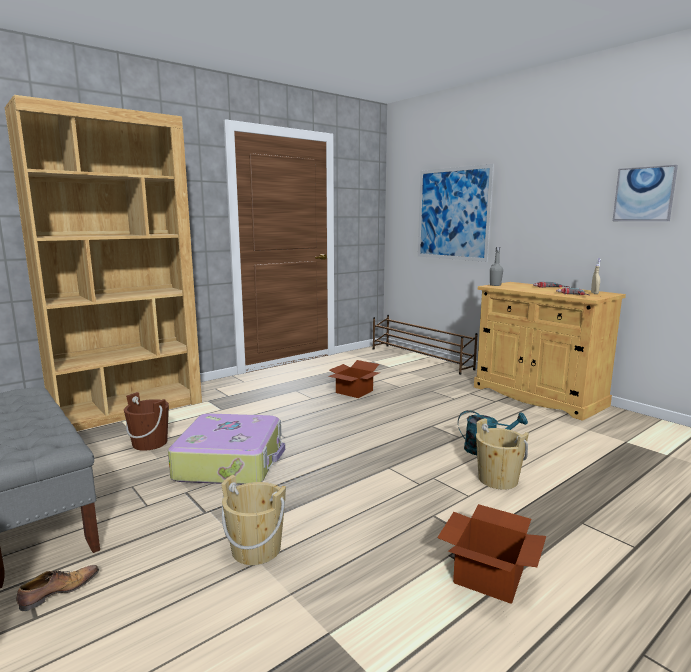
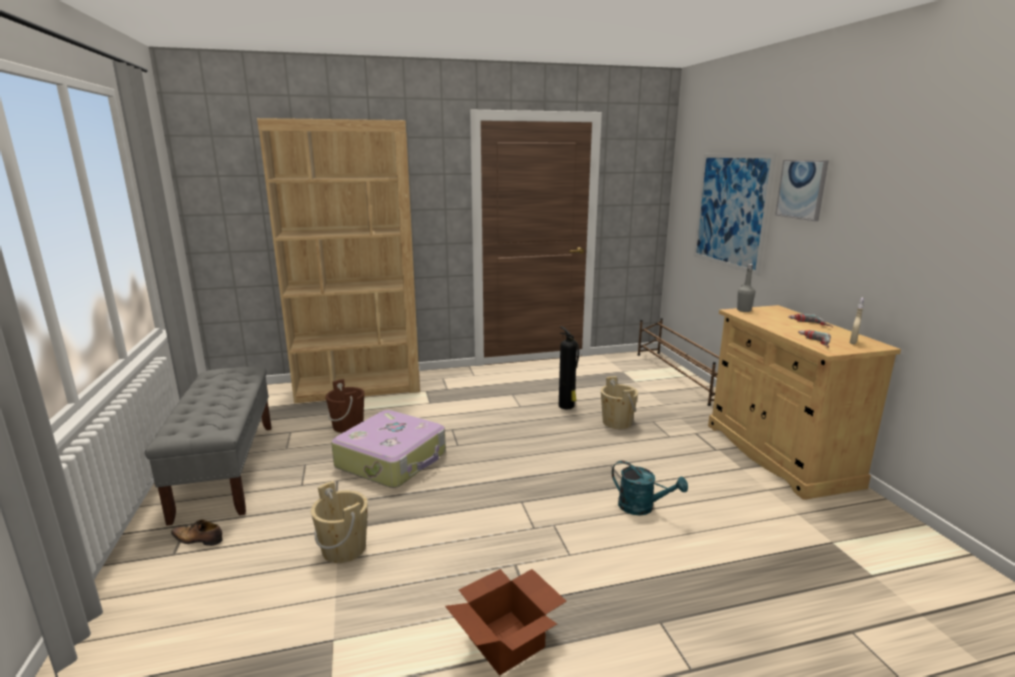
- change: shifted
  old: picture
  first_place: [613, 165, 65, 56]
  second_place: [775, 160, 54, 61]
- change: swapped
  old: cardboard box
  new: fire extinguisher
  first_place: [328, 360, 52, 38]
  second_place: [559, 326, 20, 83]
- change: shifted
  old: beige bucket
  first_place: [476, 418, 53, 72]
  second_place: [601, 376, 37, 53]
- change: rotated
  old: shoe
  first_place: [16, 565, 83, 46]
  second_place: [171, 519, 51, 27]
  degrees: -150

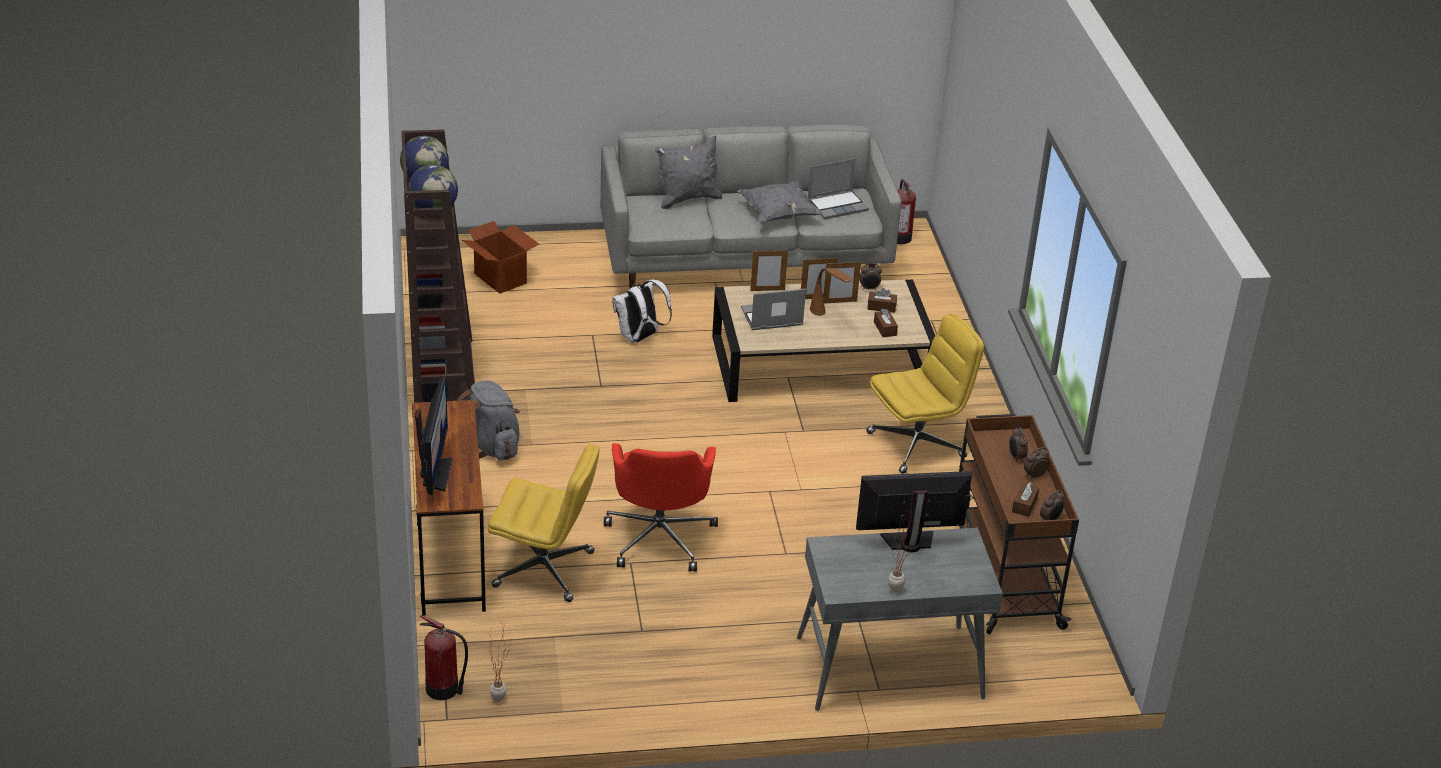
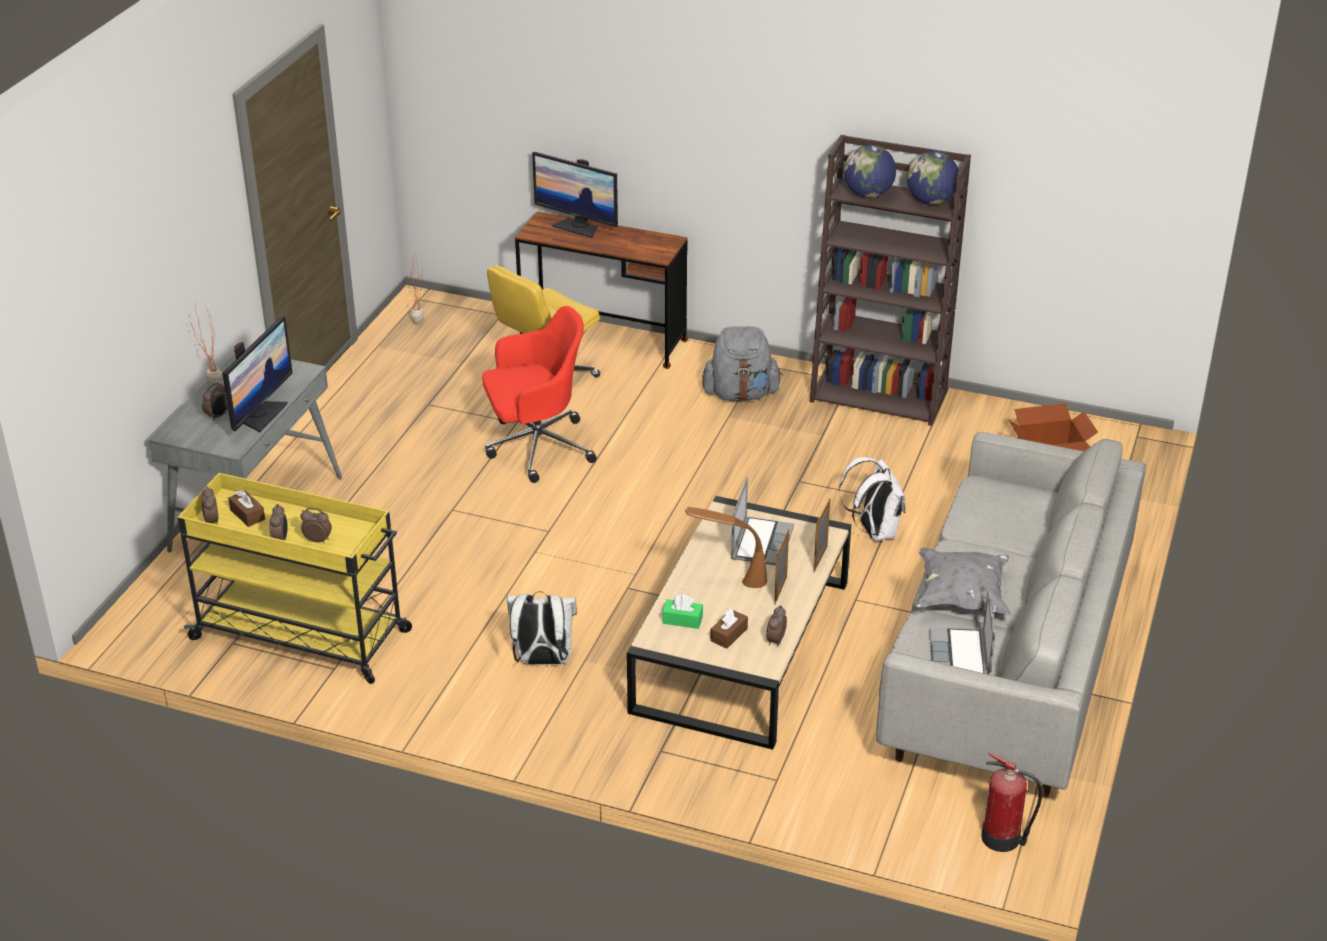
- change: gone
  old: grey pillow
  first_place: [655, 136, 68, 73]
- change: gone
  old: picture frame
  first_place: [823, 262, 38, 42]
- change: repainted
  old: brown tissue box
  new: green tissue box
  first_place: [874, 309, 24, 28]
  second_place: [662, 594, 41, 35]
- change: swapped
  old: yellow office chair
  new: white backpack
  first_place: [866, 314, 118, 160]
  second_place: [507, 591, 70, 74]
- change: repainted
  old: brown cart
  new: yellow cart
  first_place: [959, 414, 120, 221]
  second_place: [178, 473, 234, 211]
- change: rotated
  old: red office chair
  first_place: [604, 443, 114, 129]
  second_place: [482, 306, 115, 177]
  degrees: 135
- change: gone
  old: fire extinguisher
  first_place: [420, 615, 48, 85]
- change: new
  new: alarm clock
  second_place: [202, 383, 25, 38]

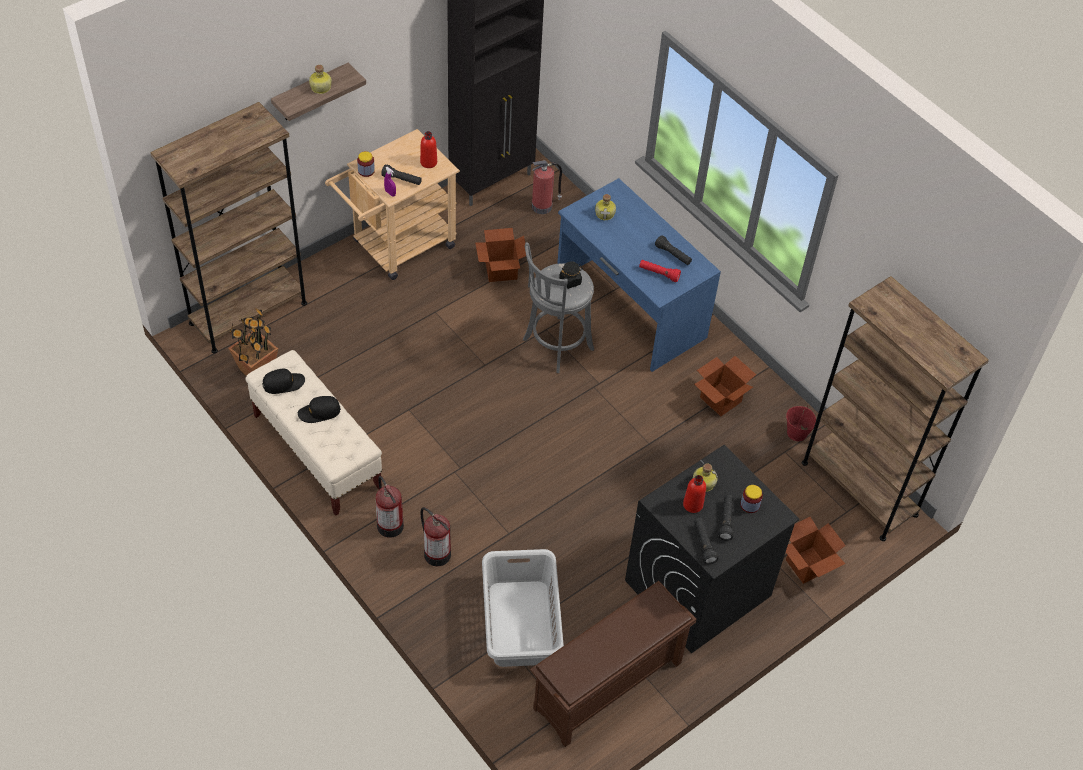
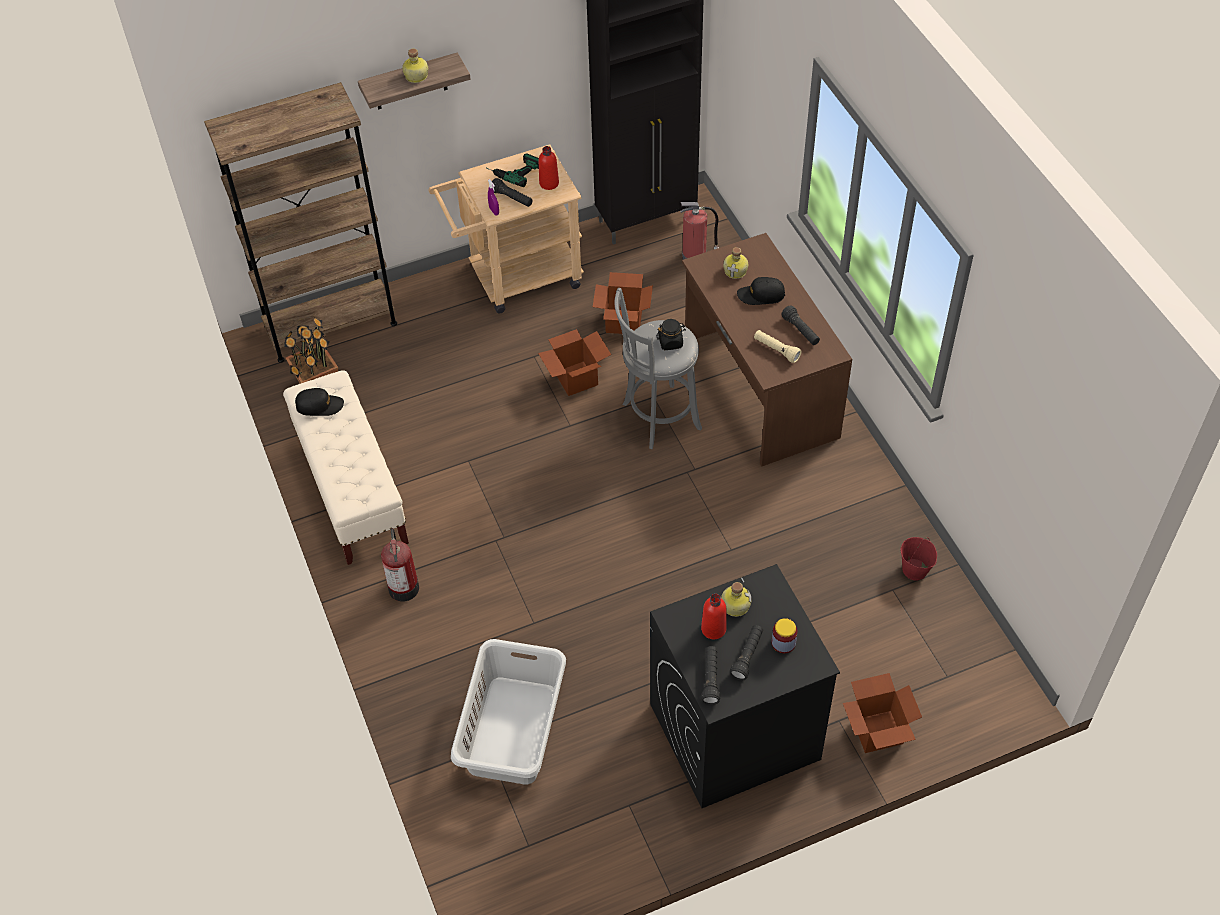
- change: gone
  old: jar
  first_place: [357, 151, 18, 26]
- change: repainted
  old: blue desk
  new: brown desk
  first_place: [557, 178, 164, 194]
  second_place: [682, 233, 170, 233]
- change: repainted
  old: red flashlight
  new: beige flashlight
  first_place: [639, 260, 42, 22]
  second_place: [754, 330, 47, 33]
- change: gone
  old: brown bookcase
  first_place: [802, 276, 187, 265]
- change: shifted
  old: cardboard box
  first_place: [694, 356, 62, 60]
  second_place: [538, 329, 73, 67]
- change: shifted
  old: black cap
  first_place: [298, 396, 43, 27]
  second_place: [737, 277, 48, 28]
- change: gone
  old: fire extinguisher
  first_place: [421, 507, 30, 59]
- change: gone
  old: brown shoe rack
  first_place: [530, 581, 166, 166]
- change: new
  new: power drill
  second_place: [487, 153, 52, 34]

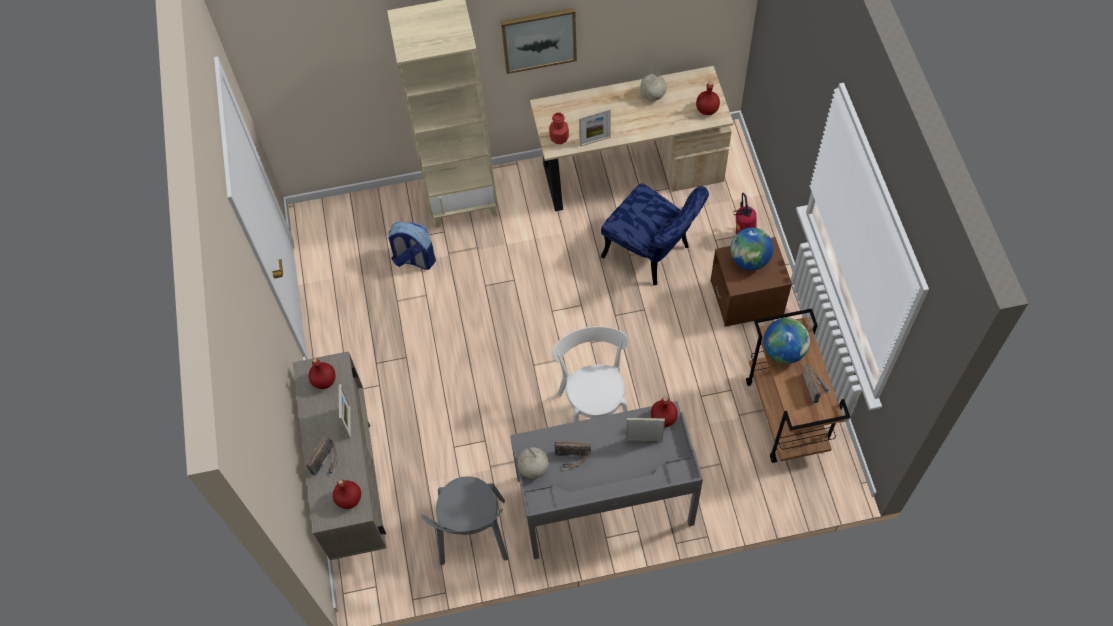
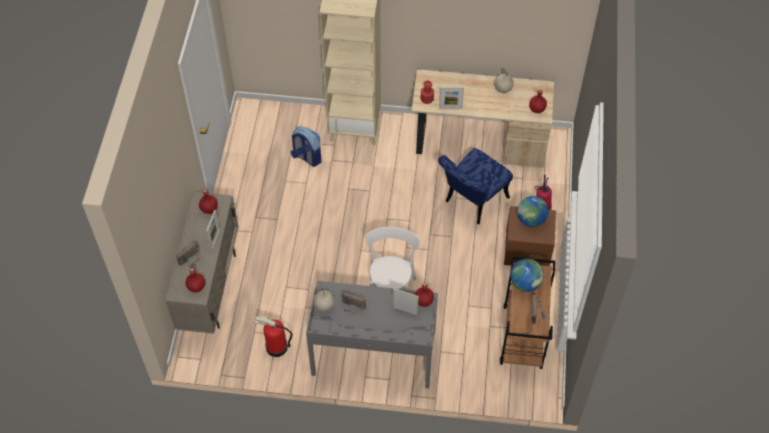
- change: gone
  old: picture
  first_place: [501, 7, 76, 67]
- change: rotated
  old: blue chair
  first_place: [601, 183, 108, 102]
  second_place: [438, 148, 75, 76]
  degrees: 75
- change: swapped
  old: grey chair
  new: fire extinguisher
  first_place: [421, 476, 87, 89]
  second_place: [254, 316, 38, 41]

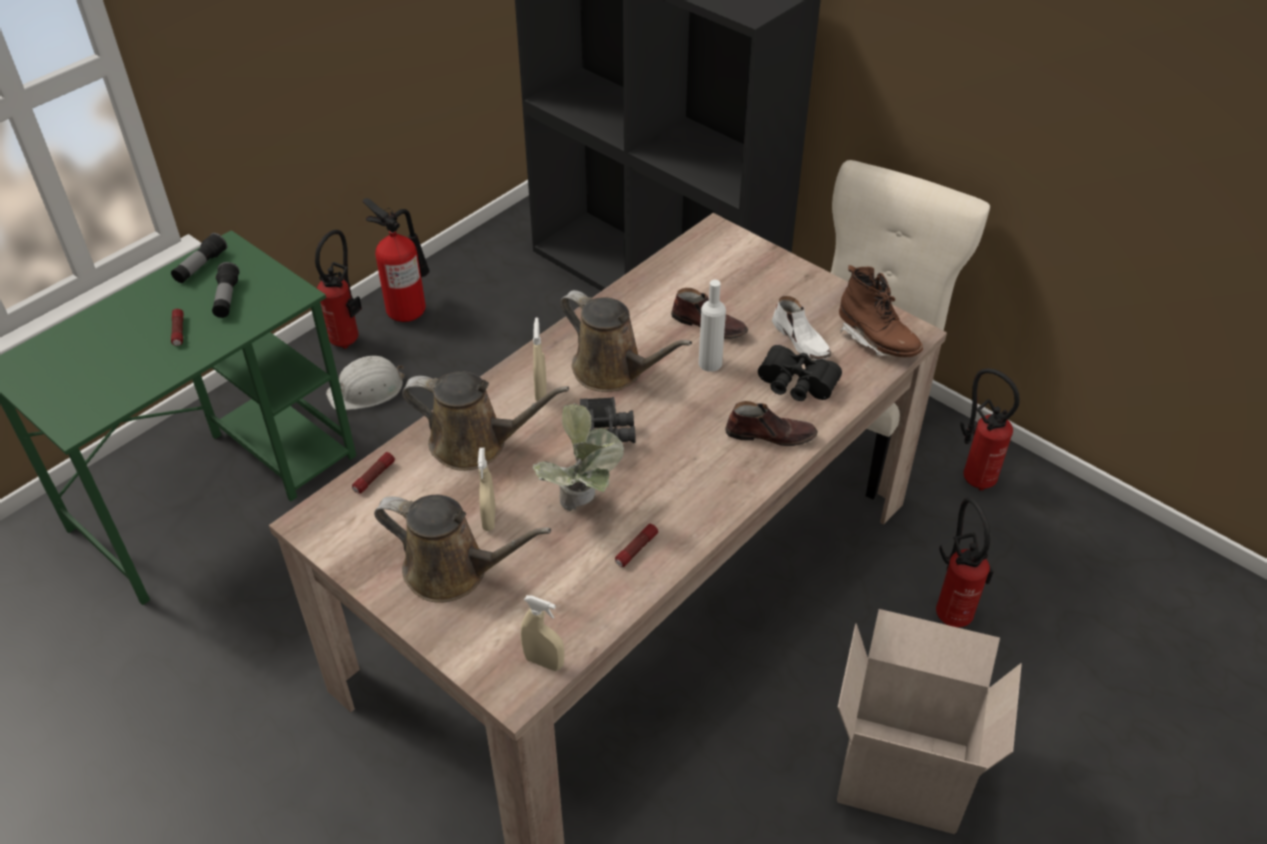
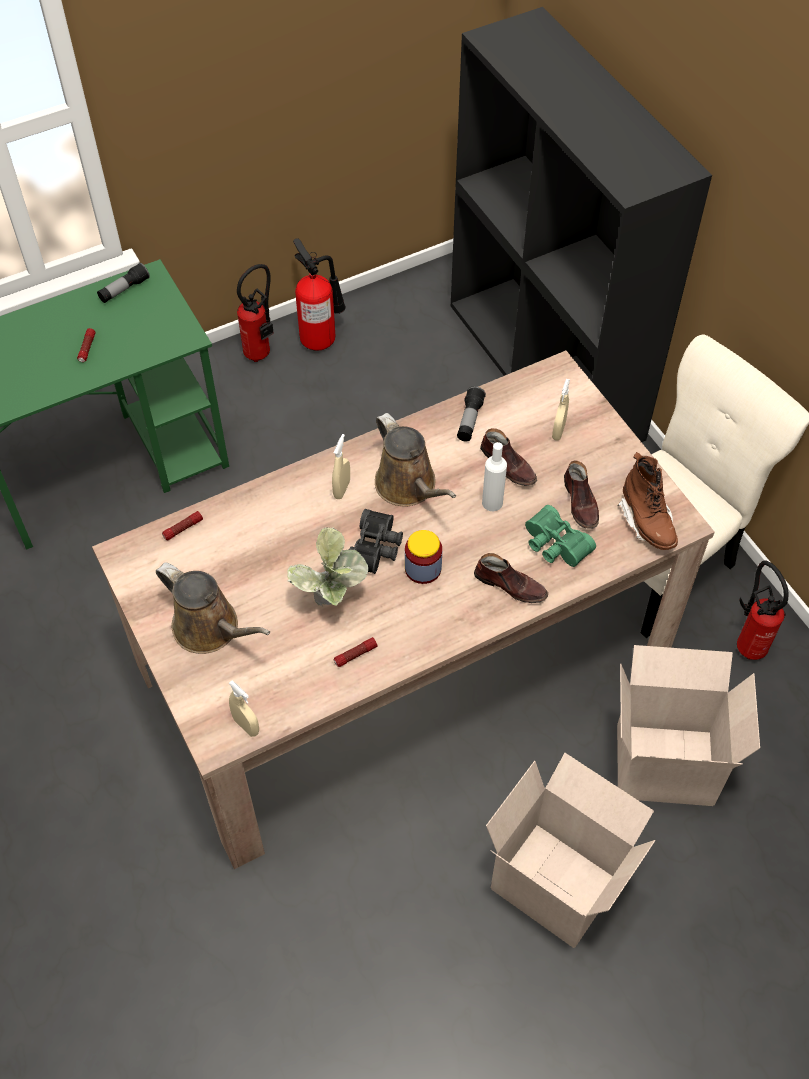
- change: shifted
  old: flashlight
  first_place: [212, 262, 28, 56]
  second_place: [457, 386, 29, 55]
- change: repainted
  old: white shoe
  new: brown shoe
  first_place: [772, 296, 59, 64]
  second_place: [564, 460, 35, 69]
- change: repainted
  old: black binoculars
  new: green binoculars
  first_place: [758, 345, 84, 56]
  second_place: [525, 505, 71, 62]
- change: gone
  old: white hard hat
  first_place: [326, 356, 79, 54]
- change: gone
  old: brown watering can
  first_place: [402, 371, 167, 100]
- change: shifted
  old: beige spray bottle
  first_place: [478, 448, 17, 83]
  second_place: [552, 379, 18, 62]
- change: swapped
  old: fire extinguisher
  new: cardboard box
  first_place: [936, 497, 57, 130]
  second_place: [617, 645, 143, 161]
- change: new
  new: jar
  second_place: [405, 530, 37, 54]

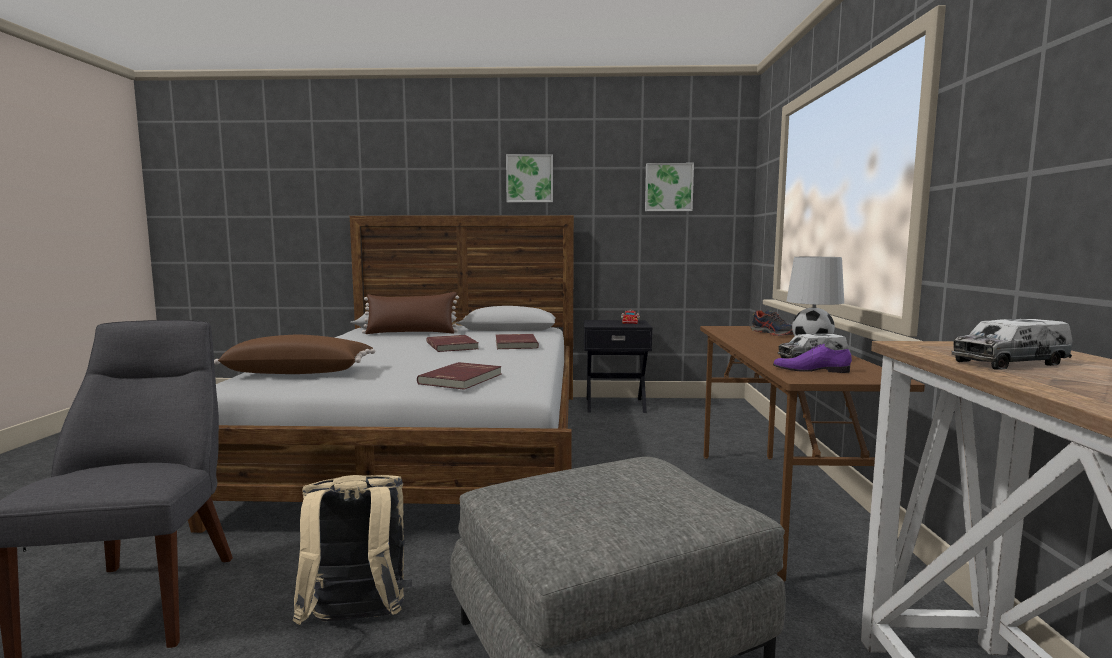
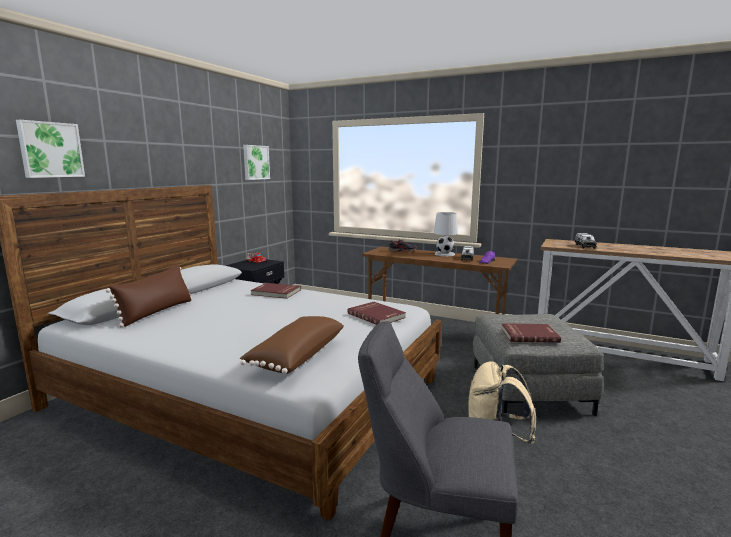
- change: shifted
  old: picture
  first_place: [506, 154, 47, 49]
  second_place: [16, 120, 69, 58]
- change: shifted
  old: red book
  first_place: [426, 335, 53, 17]
  second_place: [501, 323, 60, 20]

